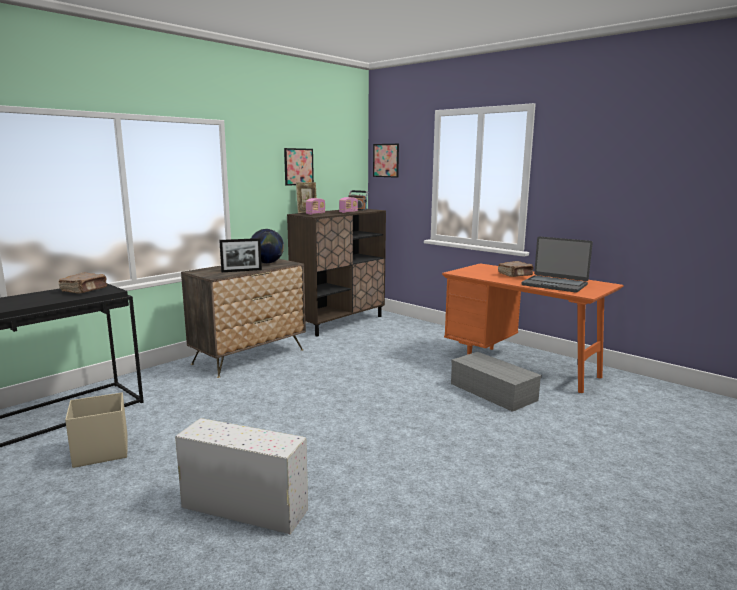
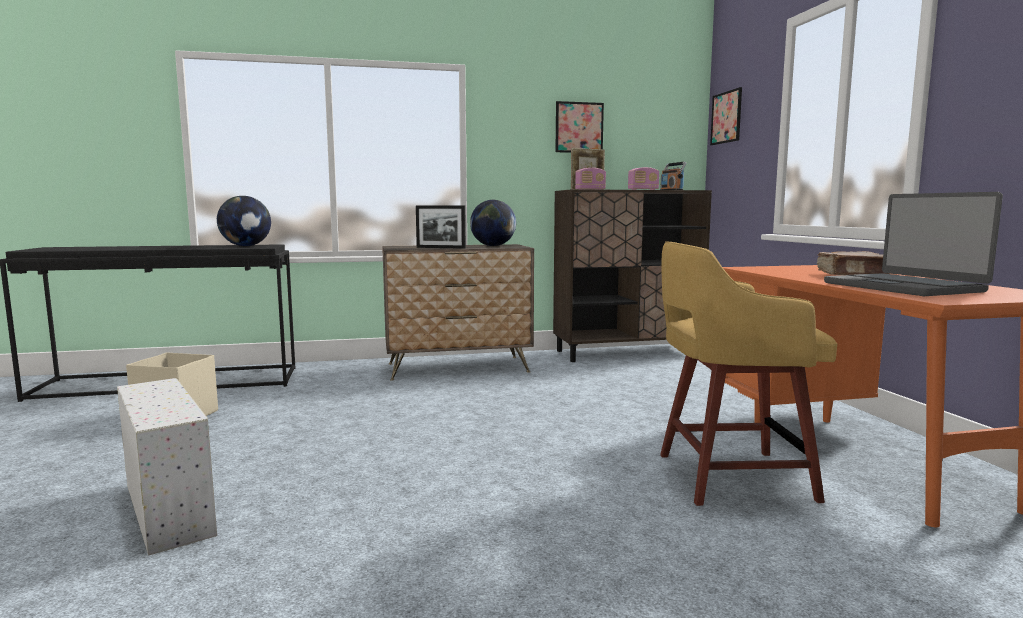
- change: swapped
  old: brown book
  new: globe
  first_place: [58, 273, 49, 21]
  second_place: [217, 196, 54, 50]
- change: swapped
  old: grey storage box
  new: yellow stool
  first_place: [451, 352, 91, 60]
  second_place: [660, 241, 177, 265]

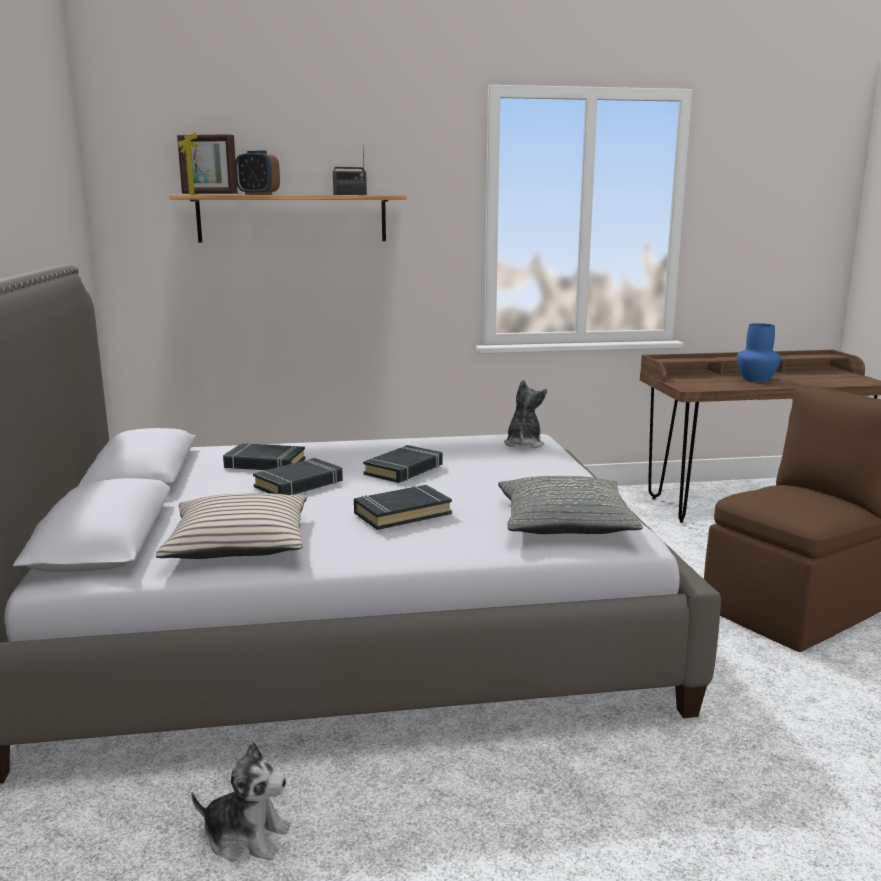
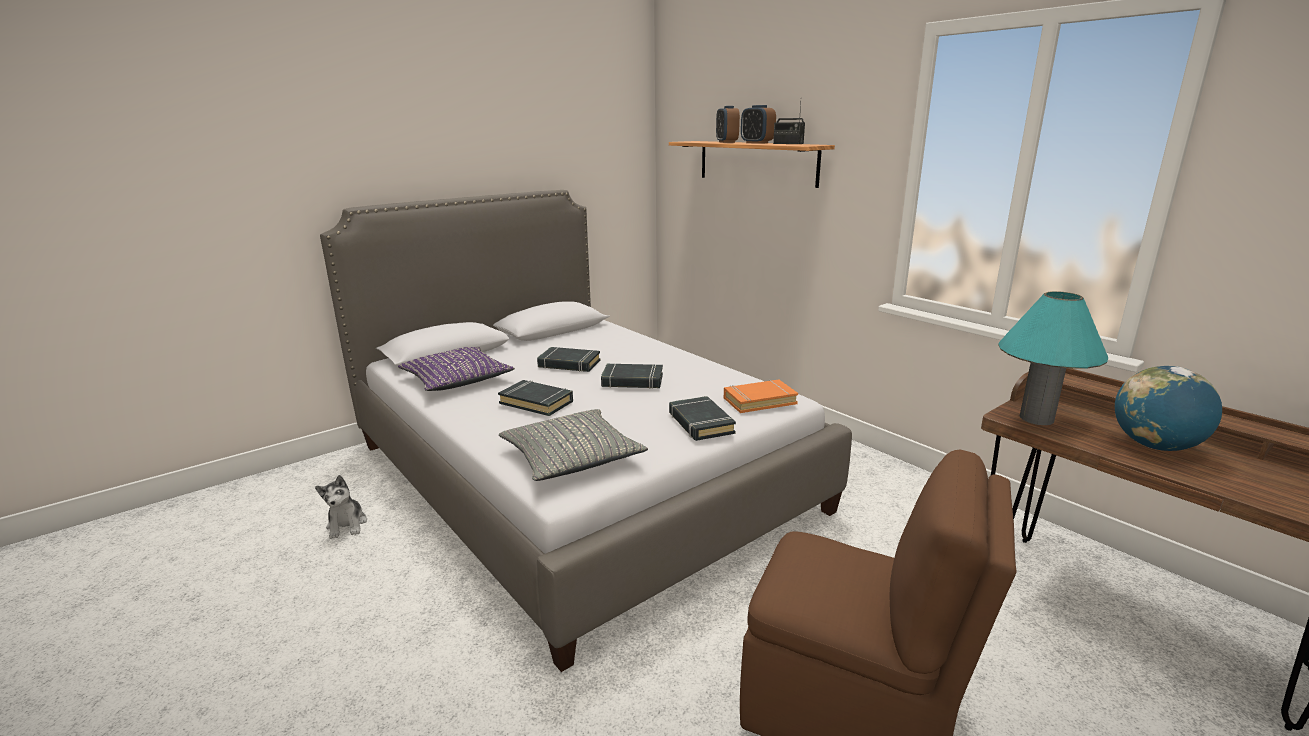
- change: gone
  old: picture frame
  first_place: [177, 132, 61, 63]
- change: swapped
  old: blue vase
  new: globe
  first_place: [736, 323, 45, 59]
  second_place: [1115, 366, 107, 85]
- change: swapped
  old: plush toy
  new: orange book
  first_place: [504, 380, 43, 68]
  second_place: [724, 379, 74, 34]
- change: shifted
  old: black book
  first_place: [223, 443, 83, 27]
  second_place: [669, 396, 67, 45]
- change: repainted
  old: beige pillow
  new: purple pillow
  first_place: [156, 493, 151, 66]
  second_place: [398, 347, 117, 44]
- change: new
  new: alarm clock
  second_place: [741, 105, 35, 39]
- change: new
  new: turquoise table lamp
  second_place: [998, 291, 110, 134]

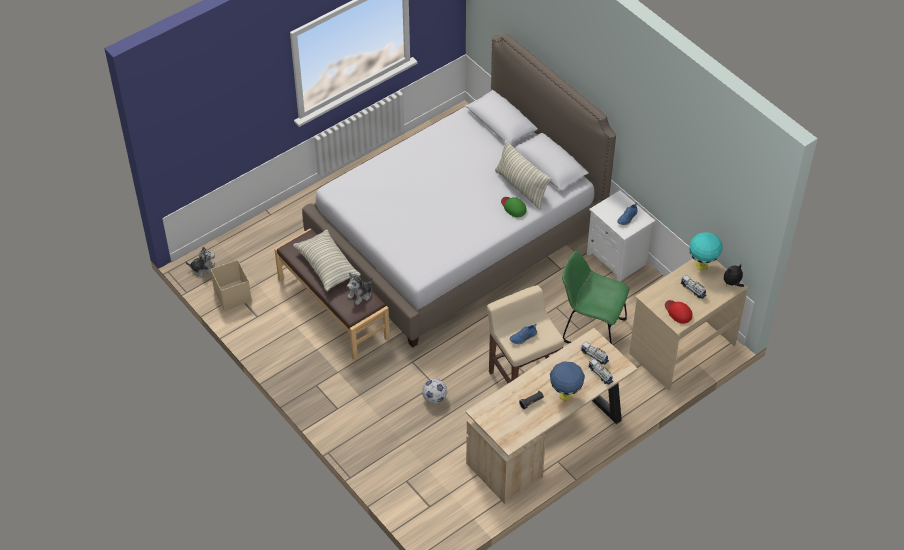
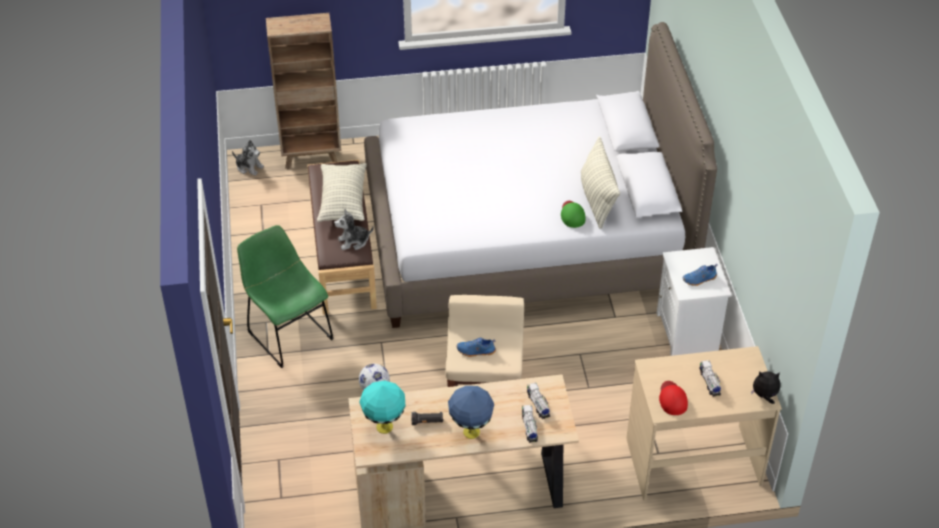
- change: shifted
  old: turquoise table lamp
  first_place: [689, 232, 34, 39]
  second_place: [359, 381, 46, 53]
- change: shifted
  old: green chair
  first_place: [562, 251, 68, 93]
  second_place: [237, 225, 96, 143]
- change: gone
  old: beige storage box
  first_place: [210, 260, 42, 51]
- change: new
  new: brown bookcase
  second_place: [266, 13, 75, 156]

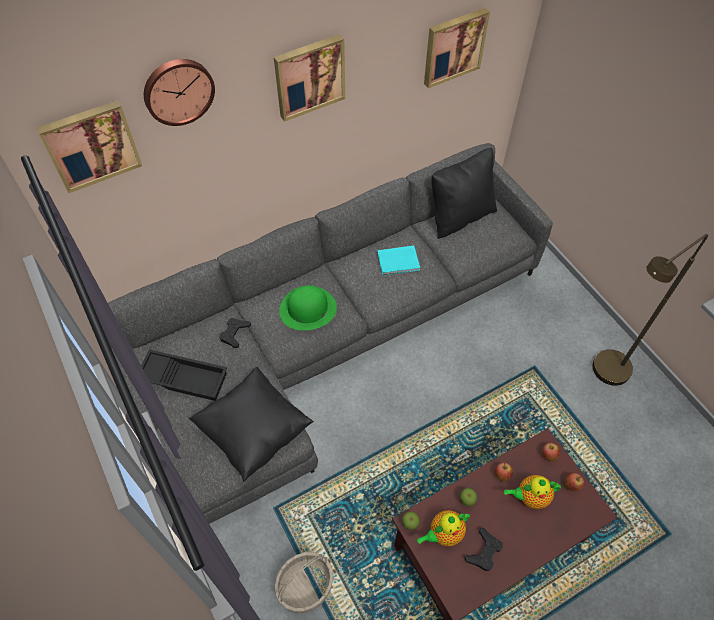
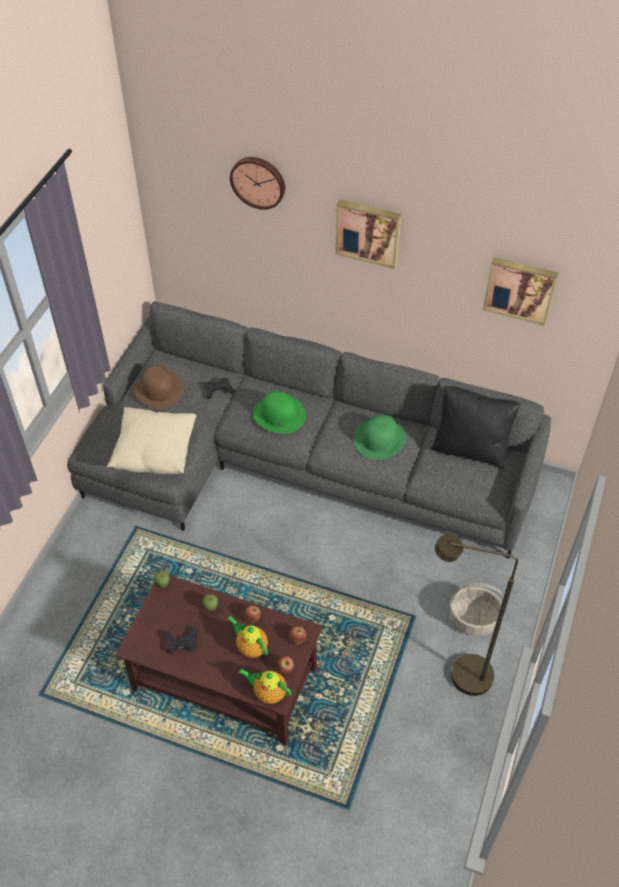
- change: gone
  old: picture
  first_place: [36, 100, 106, 93]
- change: swapped
  old: turquoise book
  new: green hat
  first_place: [377, 245, 43, 31]
  second_place: [354, 415, 52, 45]
- change: swapped
  old: black tray
  new: brown hat
  first_place: [141, 349, 86, 52]
  second_place: [134, 365, 50, 44]
- change: repainted
  old: black pillow
  new: beige pillow
  first_place: [189, 367, 125, 115]
  second_place: [107, 407, 90, 67]
- change: shifted
  old: teapot
  first_place: [417, 510, 53, 36]
  second_place: [239, 669, 52, 35]
- change: shifted
  old: basket
  first_place: [275, 552, 58, 61]
  second_place: [450, 583, 54, 53]

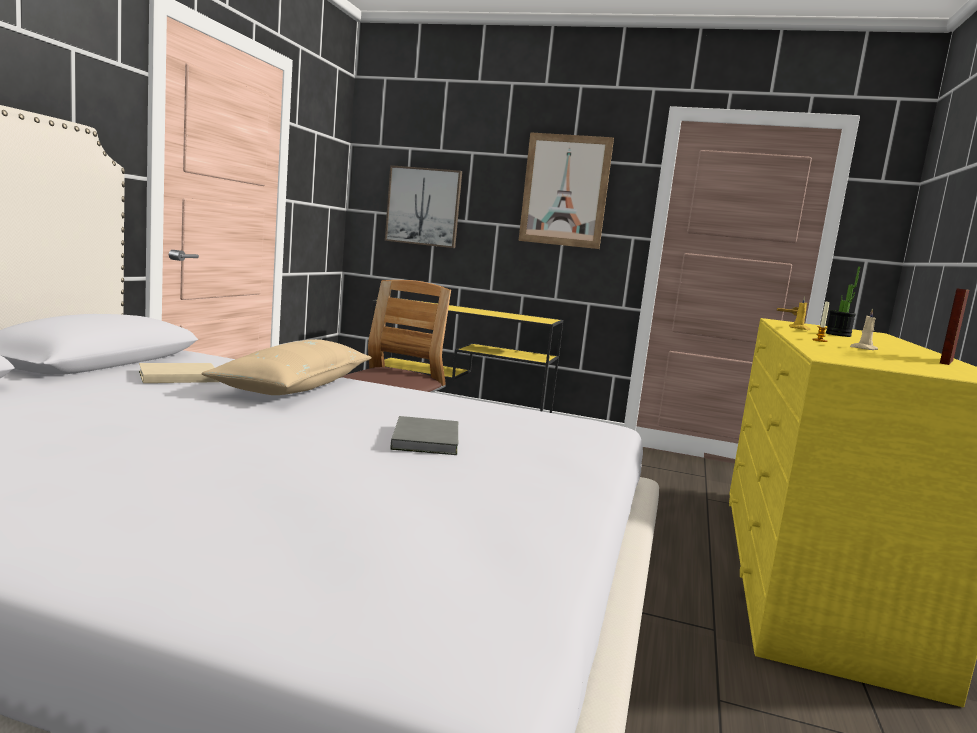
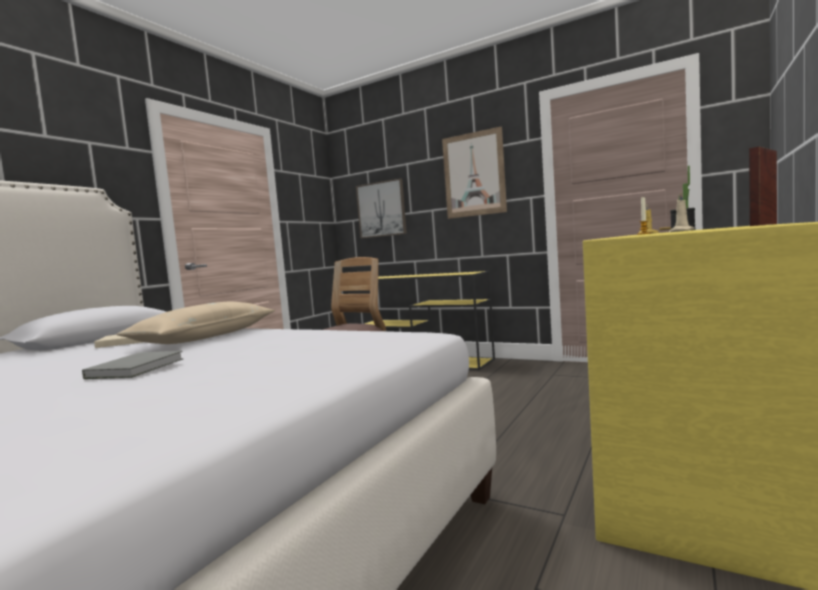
- change: shifted
  old: grey book
  first_place: [391, 416, 67, 39]
  second_place: [82, 351, 101, 28]

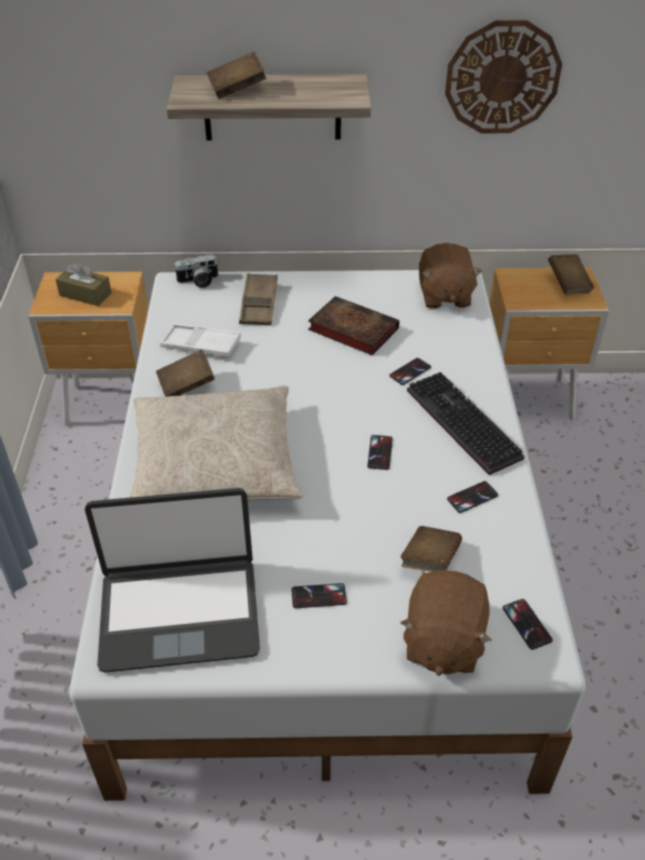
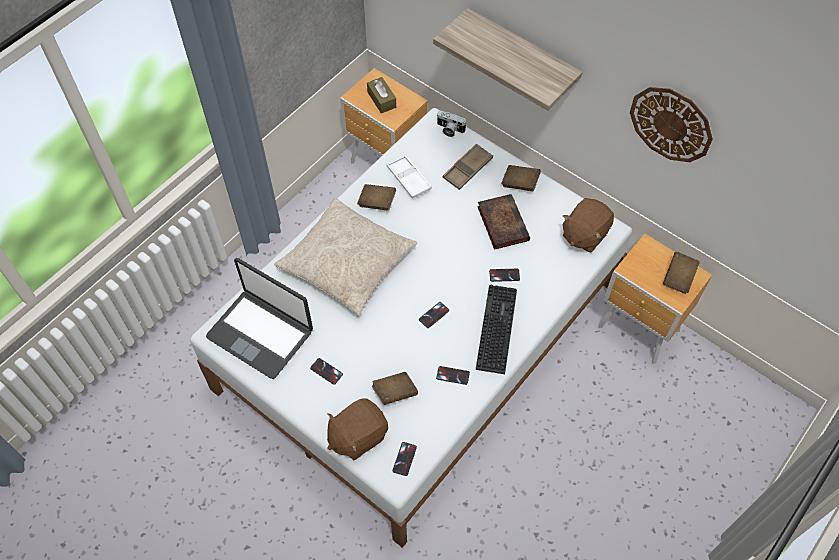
- change: shifted
  old: brown book
  first_place: [206, 52, 60, 47]
  second_place: [501, 165, 40, 26]

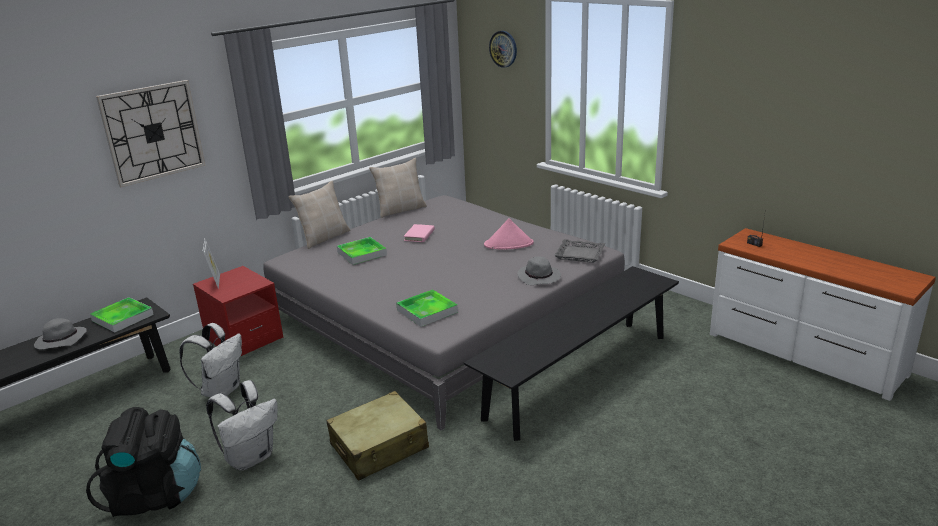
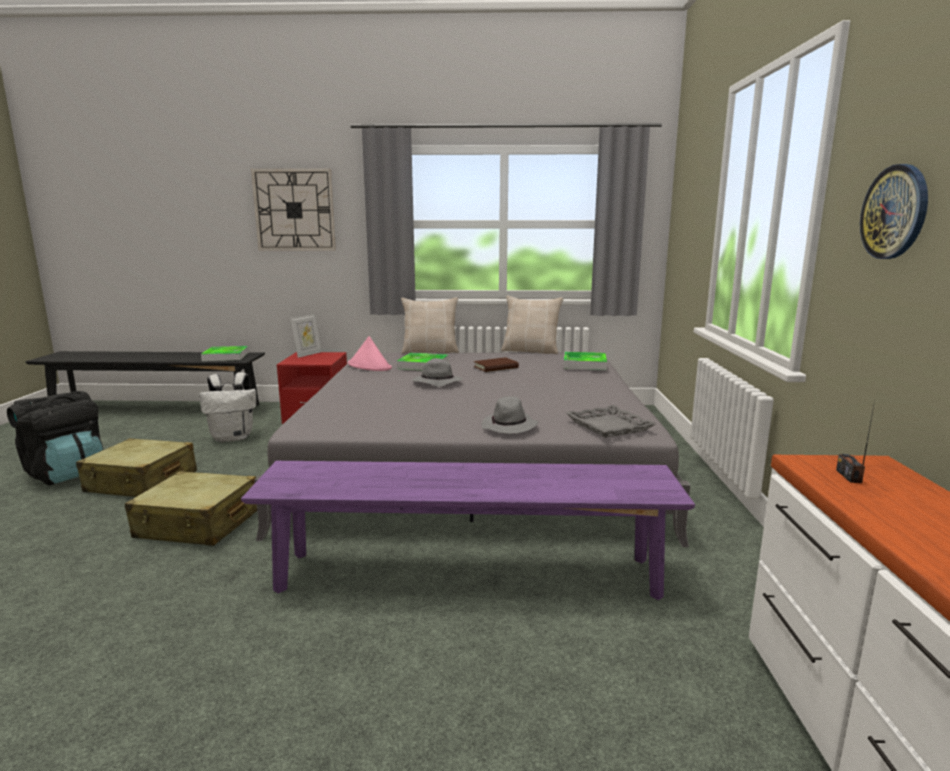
- change: shifted
  old: wall clock
  first_place: [489, 31, 28, 37]
  second_place: [860, 164, 68, 95]
- change: shifted
  old: pink hat
  first_place: [484, 218, 50, 32]
  second_place: [348, 336, 44, 35]
- change: repainted
  old: pink book
  new: brown book
  first_place: [404, 224, 31, 18]
  second_place: [474, 357, 45, 15]
- change: repainted
  old: black bench
  new: purple bench
  first_place: [464, 266, 215, 175]
  second_place: [241, 461, 454, 139]
- change: shifted
  old: tray
  first_place: [396, 289, 62, 38]
  second_place: [563, 352, 44, 18]
- change: shifted
  old: grey hat
  first_place: [34, 318, 53, 31]
  second_place: [412, 358, 51, 29]
- change: swapped
  old: white backpack
  new: beige suitcase
  first_place: [206, 380, 72, 90]
  second_place: [76, 438, 121, 59]

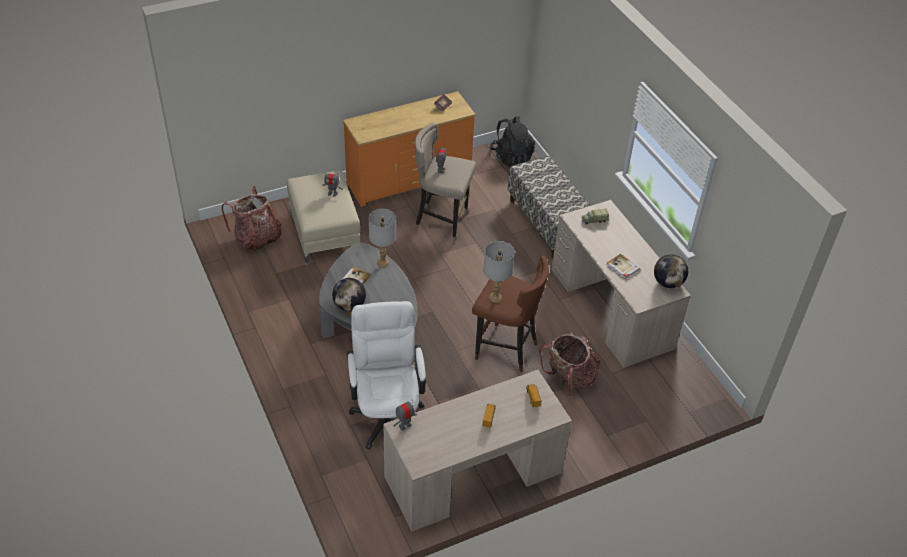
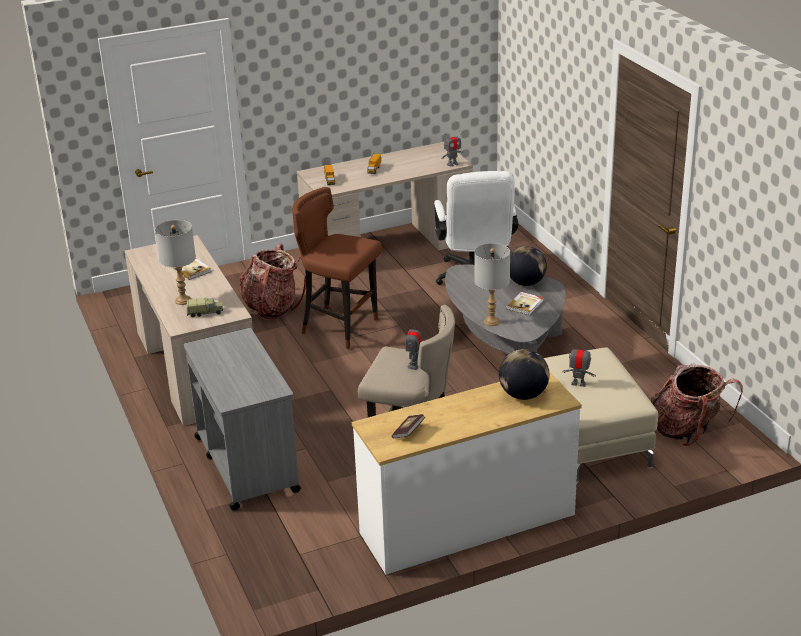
- change: repainted
  old: orange dresser
  new: white dresser
  first_place: [343, 91, 133, 116]
  second_place: [352, 372, 230, 203]
- change: gone
  old: black backpack
  first_place: [490, 117, 45, 50]
- change: swapped
  old: bench
  new: grey cart
  first_place: [508, 156, 83, 102]
  second_place: [183, 328, 118, 183]
- change: shifted
  old: grey table lamp
  first_place: [483, 241, 32, 62]
  second_place: [155, 220, 41, 85]
- change: shifted
  old: globe
  first_place: [654, 255, 34, 33]
  second_place: [499, 349, 50, 51]

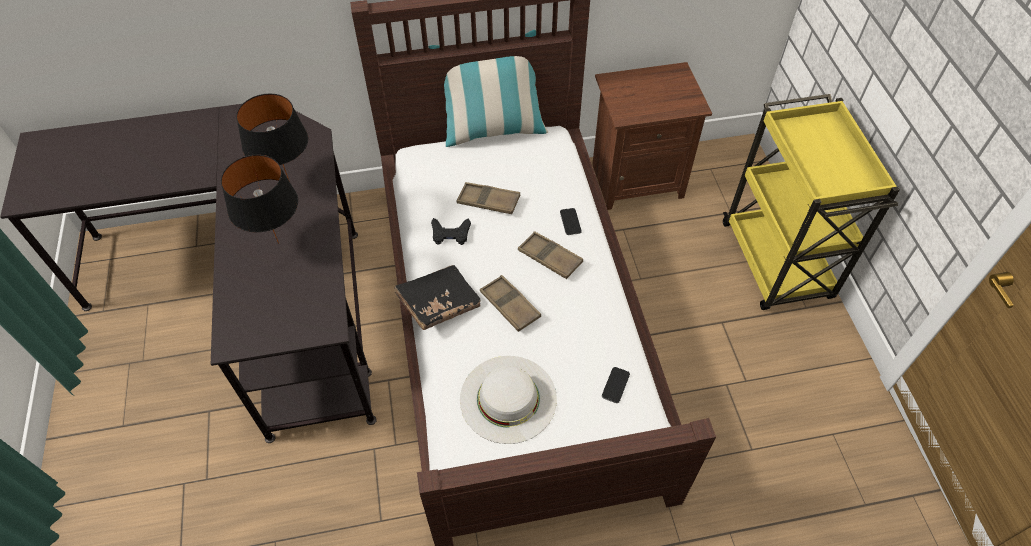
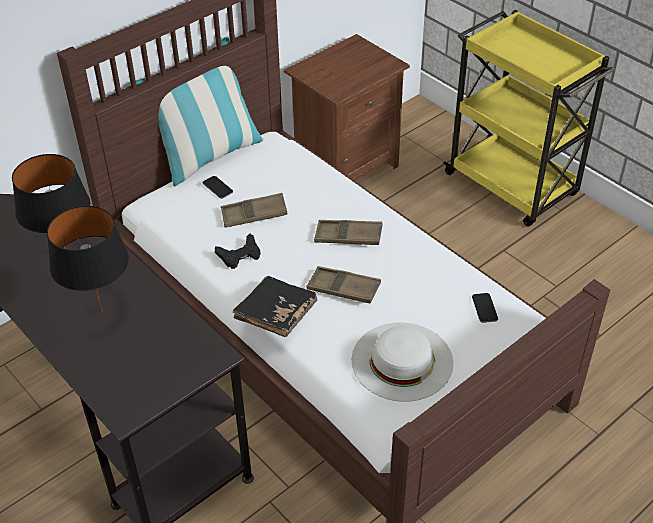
- change: shifted
  old: phone
  first_place: [560, 208, 22, 27]
  second_place: [203, 176, 30, 23]

